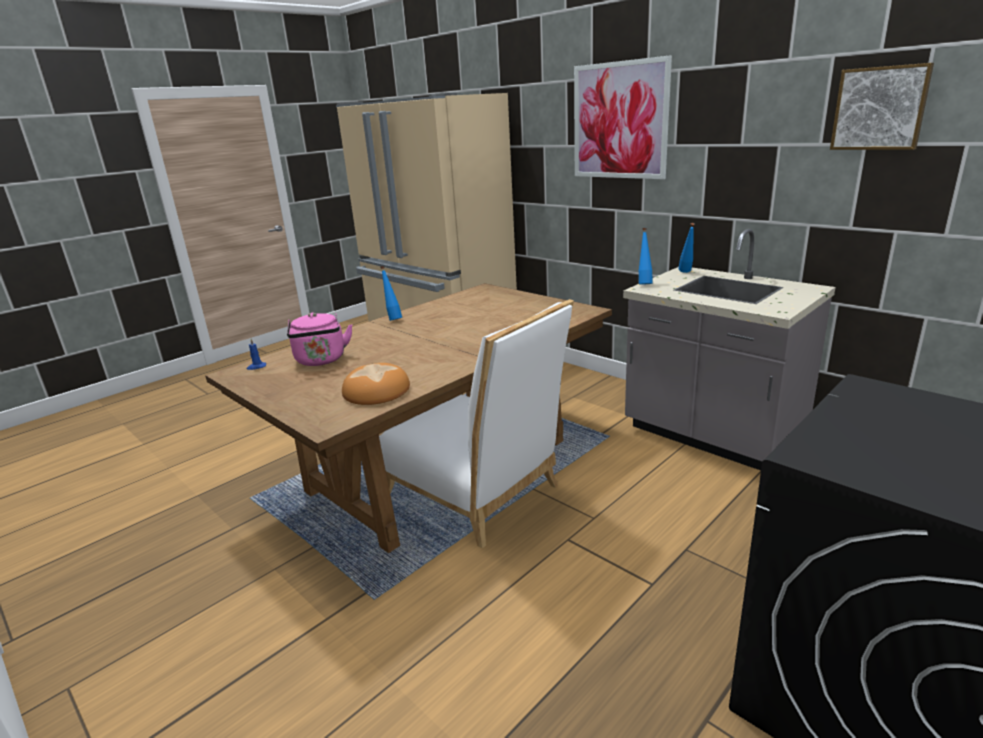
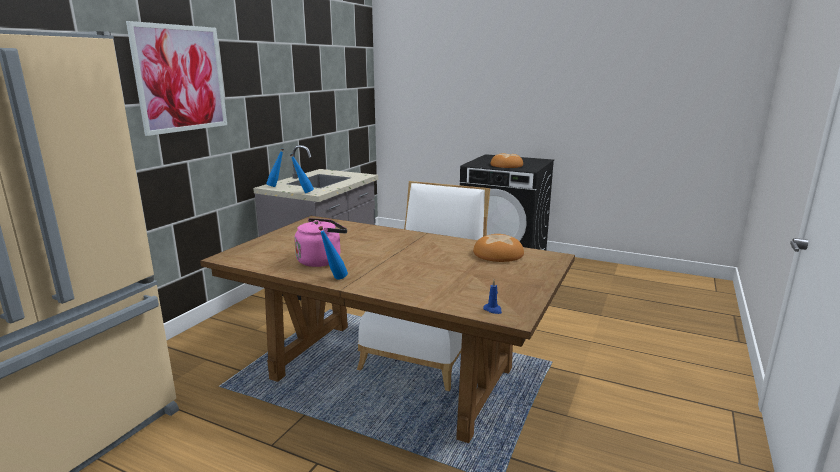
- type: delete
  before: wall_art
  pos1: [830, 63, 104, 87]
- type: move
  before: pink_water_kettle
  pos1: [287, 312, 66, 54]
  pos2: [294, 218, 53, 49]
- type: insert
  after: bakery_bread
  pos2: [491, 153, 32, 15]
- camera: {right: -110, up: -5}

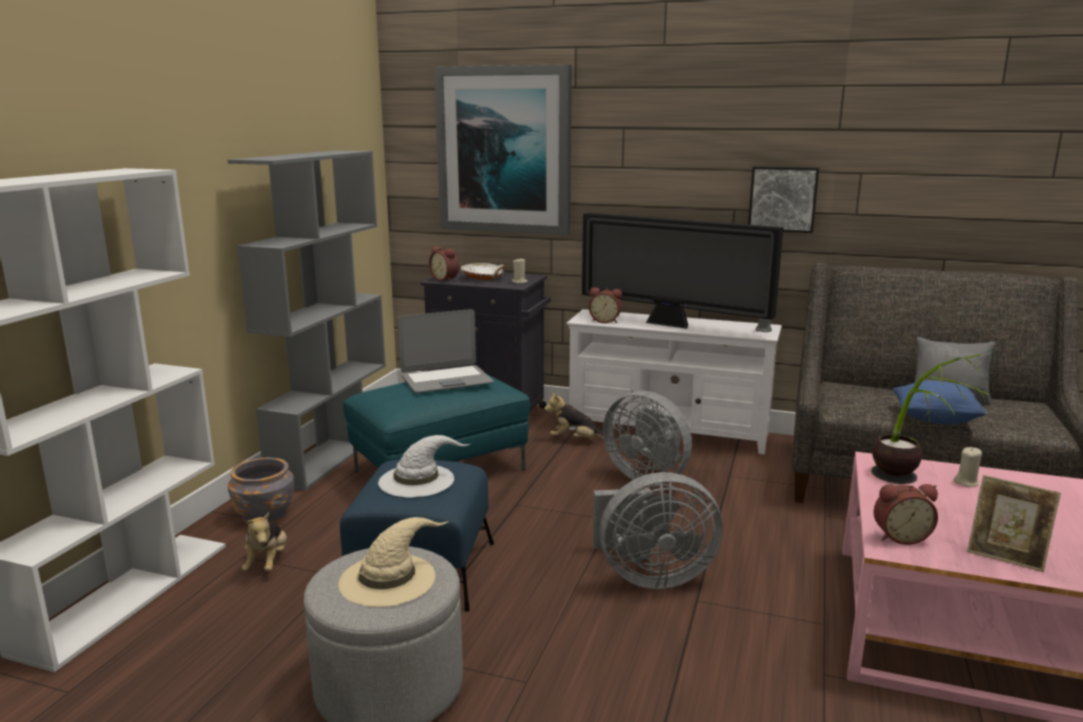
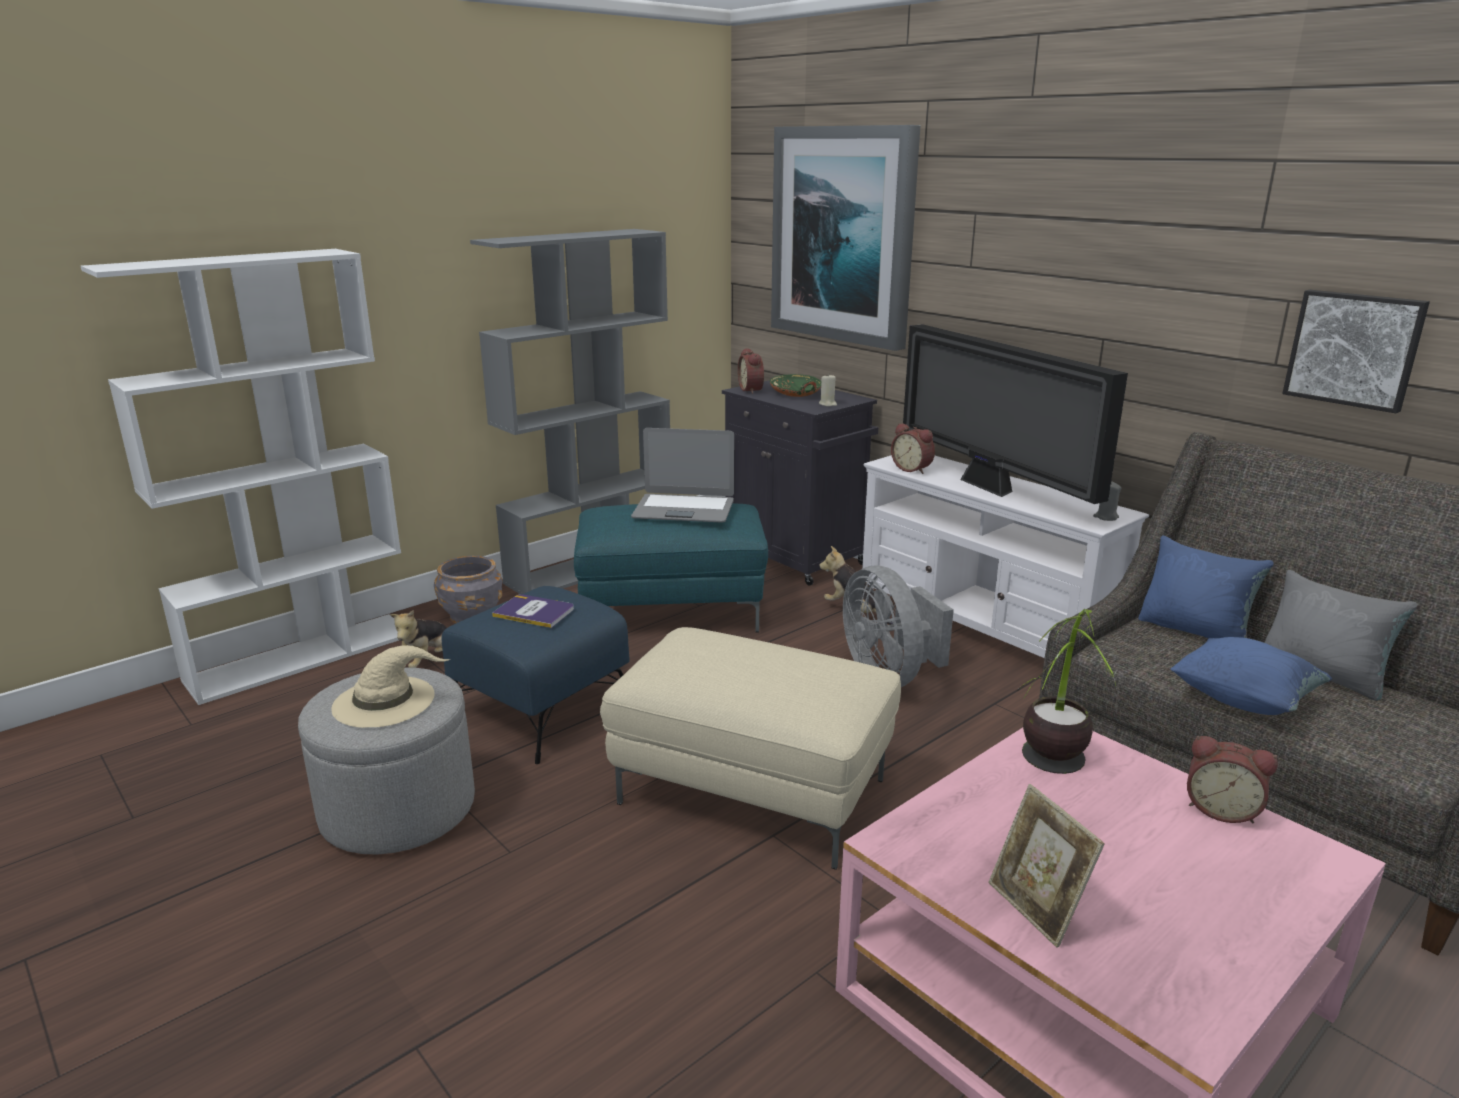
- type: move
  before: wall_art
  pos1: [748, 166, 71, 67]
  pos2: [1282, 290, 148, 123]
- type: recolor
  before: white-coloured_bowl
  after: green_bowl
  pos1: [461, 263, 44, 17]
  pos2: [770, 374, 51, 23]
- type: replace
  before: white-coloured_wearable_hat
  after: volume
  pos1: [378, 435, 92, 62]
  pos2: [492, 594, 82, 34]
- type: delete
  before: beige_wax_candle
  pos1: [954, 447, 28, 40]
- type: replace
  before: grey_fan
  after: beige_footrest
  pos1: [593, 472, 130, 117]
  pos2: [600, 627, 301, 243]
- type: move
  before: table_clock
  pos1: [873, 484, 65, 61]
  pos2: [1187, 736, 91, 88]
- type: insert
  after: blue_pillow
  pos2: [1138, 536, 136, 102]
- camera: {right: 30, up: 5}

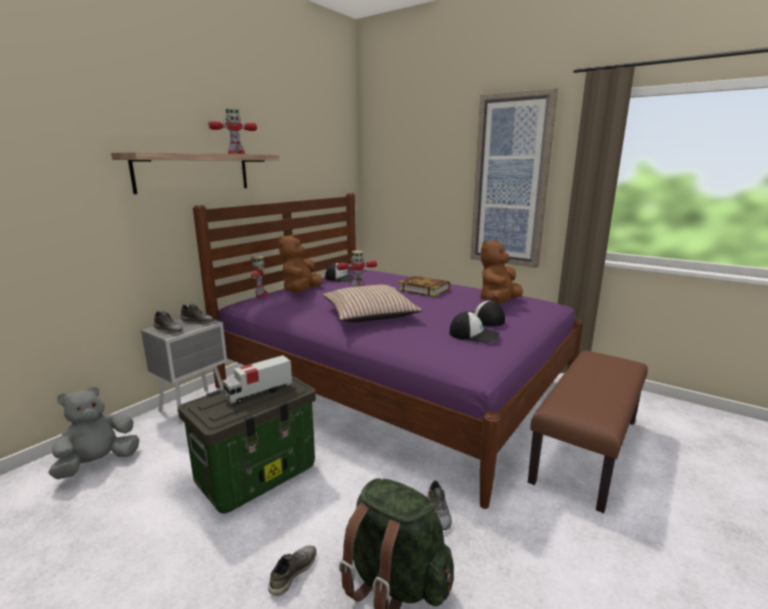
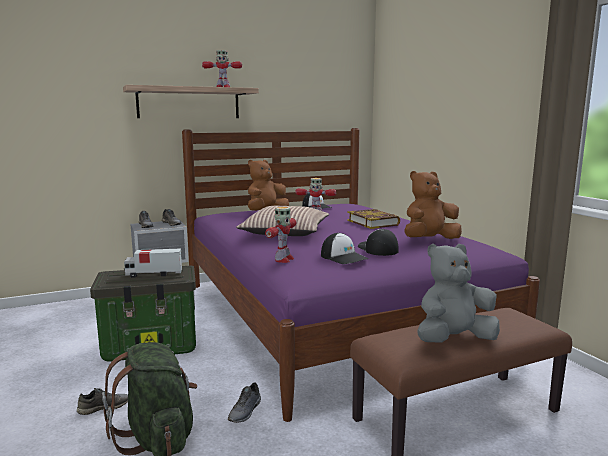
- type: delete
  before: wall_art
  pos1: [470, 88, 88, 180]
- type: move
  before: model_robot
  pos1: [251, 256, 17, 40]
  pos2: [265, 207, 31, 56]
- type: move
  before: grey_soft_toy
  pos1: [48, 386, 91, 93]
  pos2: [417, 243, 83, 100]
- camera: {right: 30, up: -5}

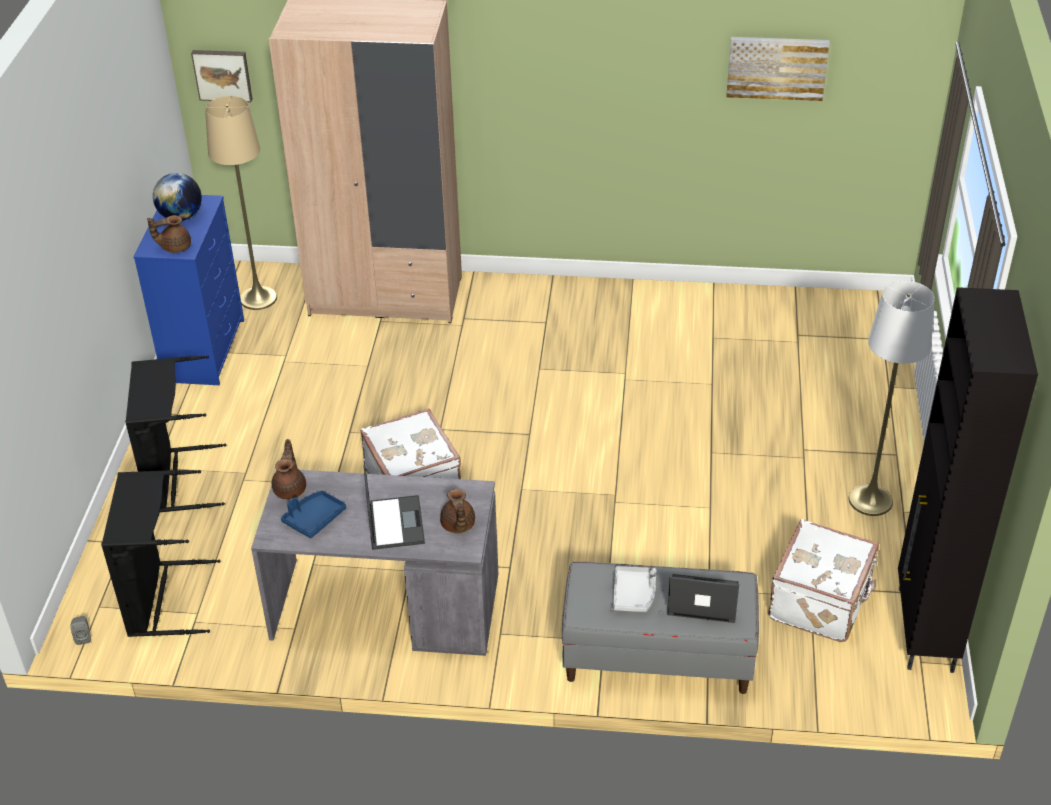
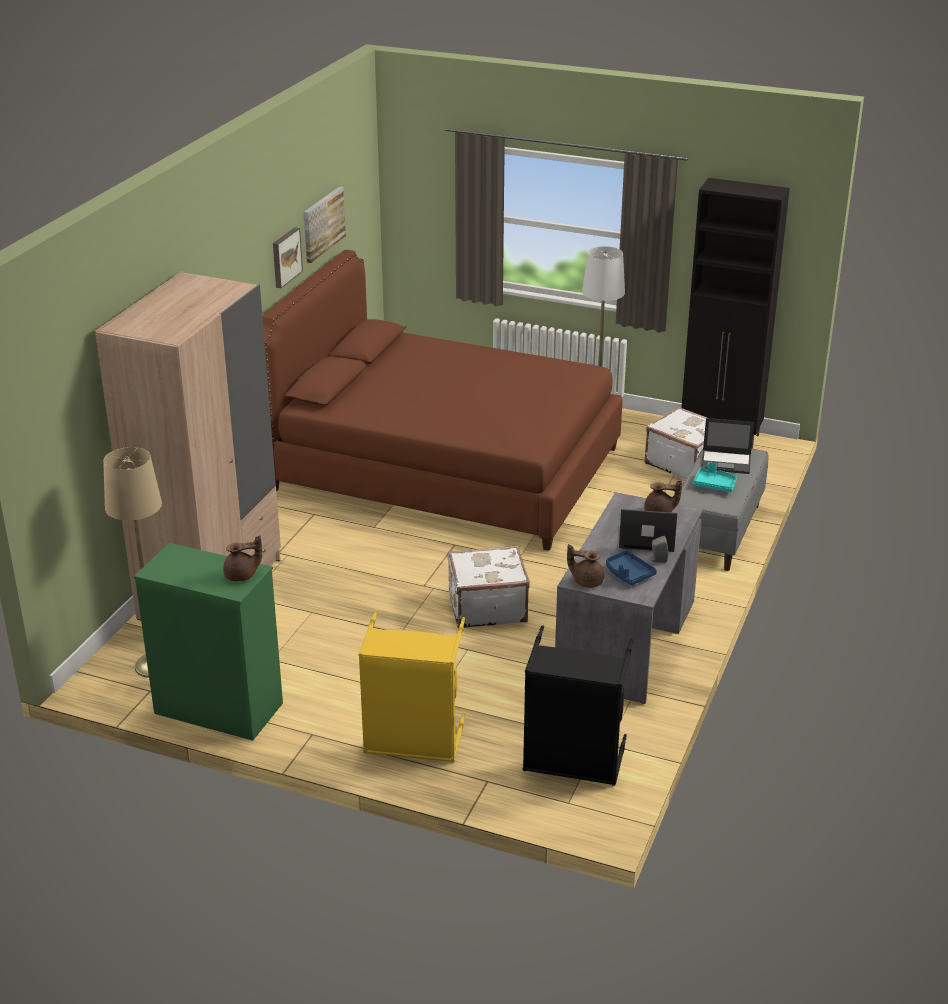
- type: move
  before: wall_art
  pos1: [191, 50, 61, 52]
  pos2: [273, 227, 30, 61]
- type: delete
  before: desk_globe
  pos1: [153, 173, 49, 48]
- type: recolor
  before: blue_dresser
  after: green_dresser
  pos1: [134, 195, 110, 190]
  pos2: [134, 543, 149, 198]
- type: rotate
  before: brown-coloured_tea_pot
  pos1: [147, 215, 44, 38]
  pos2: [223, 535, 39, 46]
  turn: -105
- type: recolor
  before: black-coloured_laundry_basket
  after: yellowish_laundry_basket
  pos1: [125, 355, 101, 157]
  pos2: [358, 609, 108, 154]
- type: recolor
  before: grey_carrying_tray
  after: turquoise-coloured_carrying_tray
  pos1: [613, 566, 43, 46]
  pos2: [693, 462, 44, 30]
- type: rotate
  before: notebook_computer
  pos1: [667, 574, 72, 49]
  pos2: [701, 418, 53, 56]
  turn: -105
- type: move
  before: grey_speaker
  pos1: [70, 616, 21, 29]
  pos2: [651, 536, 17, 26]
- type: insert
  after: brown-coloured_sleeping_bed
  pos2: [262, 250, 361, 301]
- camera: {right: -75, up: -10}

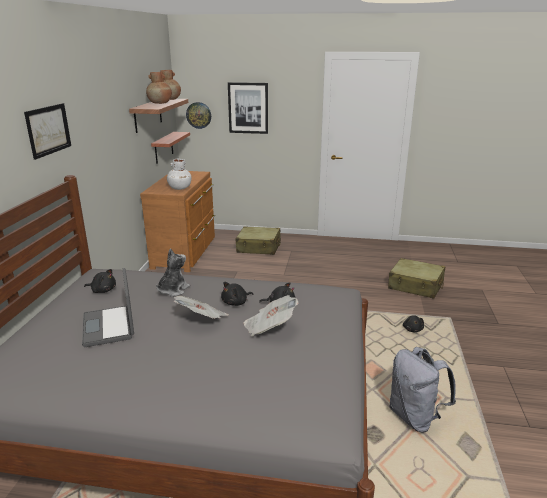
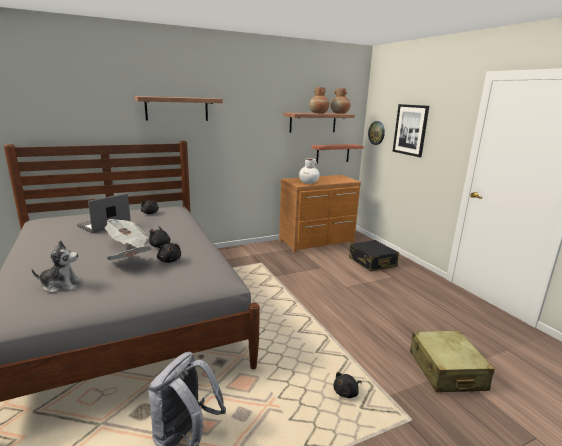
- type: replace
  before: wall_art
  after: bracket_shelf
  pos1: [24, 103, 47, 57]
  pos2: [135, 96, 88, 25]
- type: recolor
  before: beige_travel_case
  after: black-coloured_travel_case
  pos1: [235, 226, 46, 29]
  pos2: [349, 240, 50, 32]
- type: move
  before: soft_toy
  pos1: [156, 249, 34, 48]
  pos2: [31, 241, 52, 52]
- camera: {right: 55, up: -5}

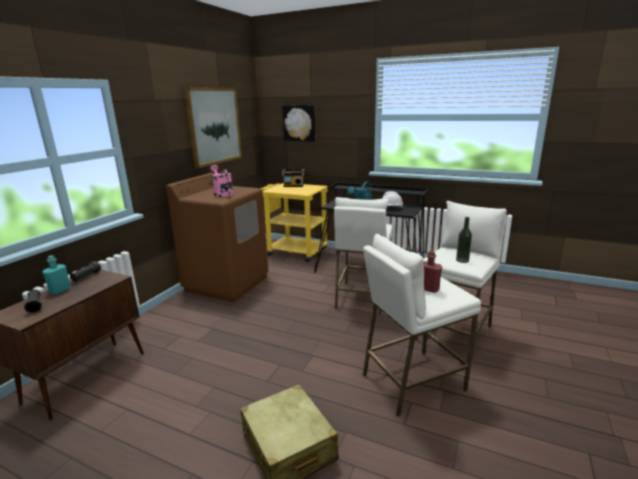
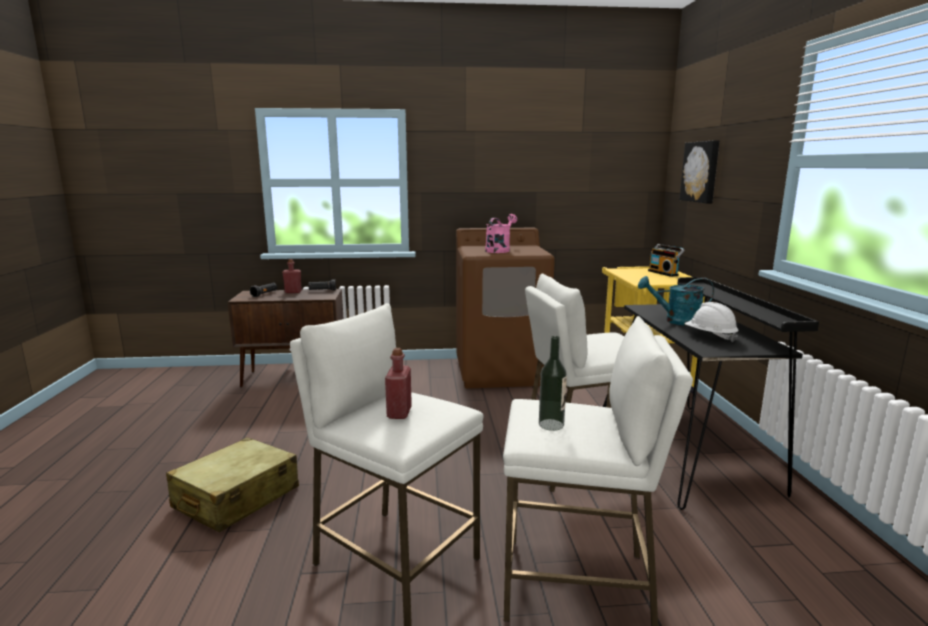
- type: delete
  before: wall_art
  pos1: [184, 87, 58, 81]
- type: recolor
  before: turquoise-coloured_bottle
  after: reddish_bottle
  pos1: [42, 255, 29, 40]
  pos2: [282, 259, 20, 34]
- camera: {right: 60, up: -5}

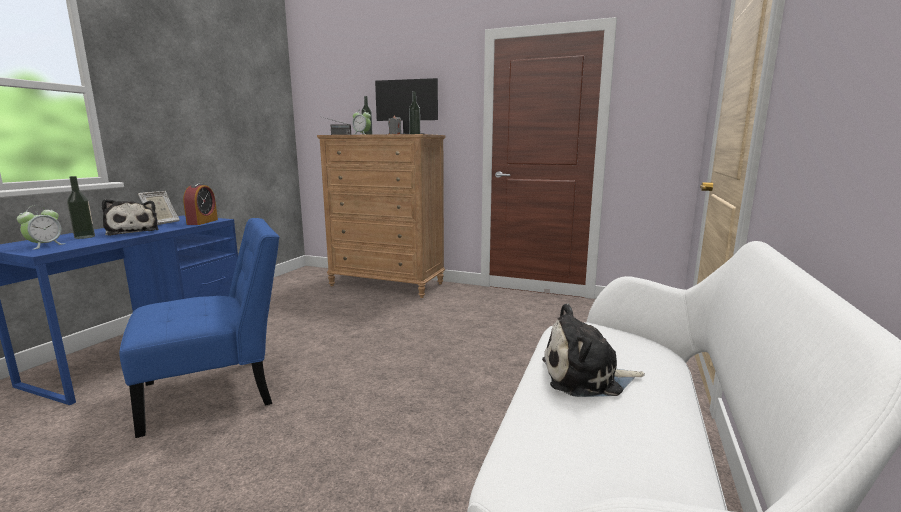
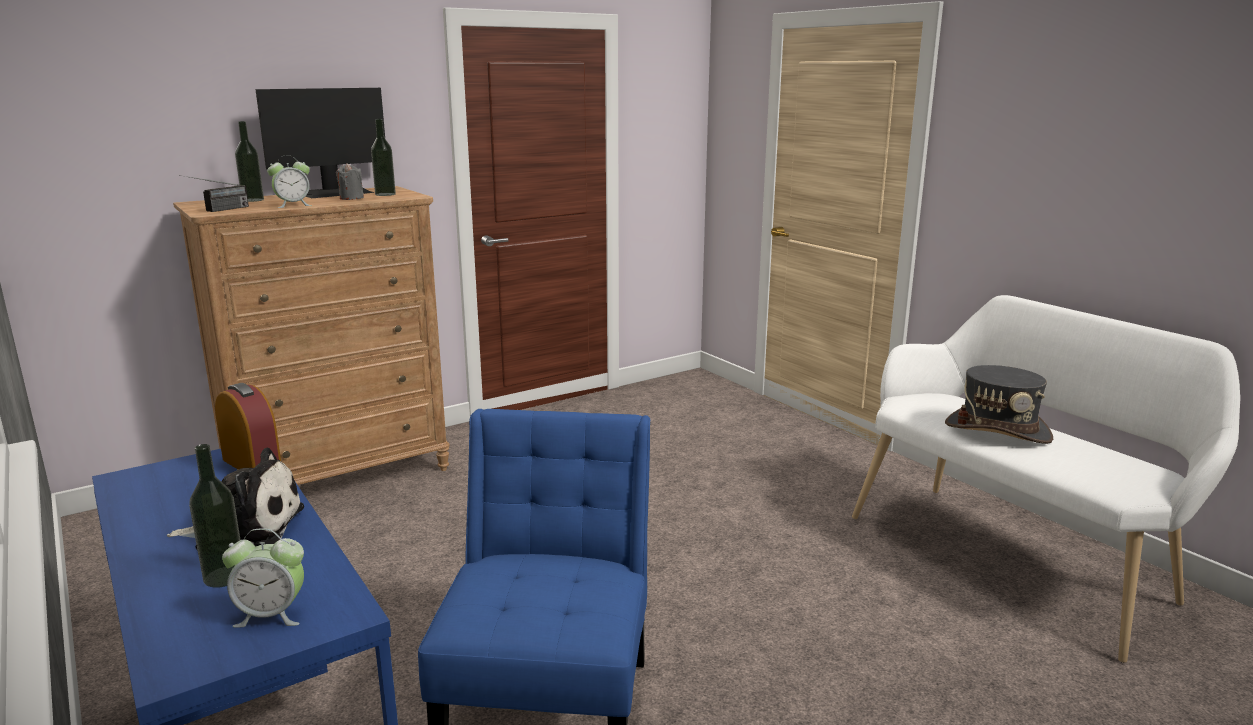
- type: delete
  before: standing_frame
  pos1: [138, 191, 42, 34]
- type: rotate
  before: table_clock
  pos1: [17, 205, 46, 44]
  pos2: [222, 528, 82, 100]
  turn: 120
- type: replace
  before: soft_toy
  after: grey_wearable_hat
  pos1: [542, 304, 103, 93]
  pos2: [945, 365, 108, 79]
- camera: {right: -55, up: 5}

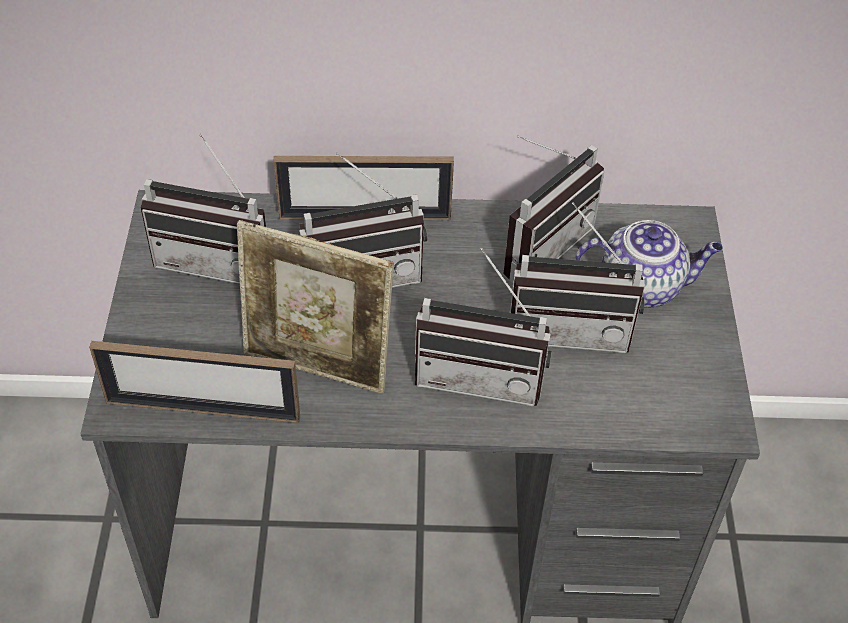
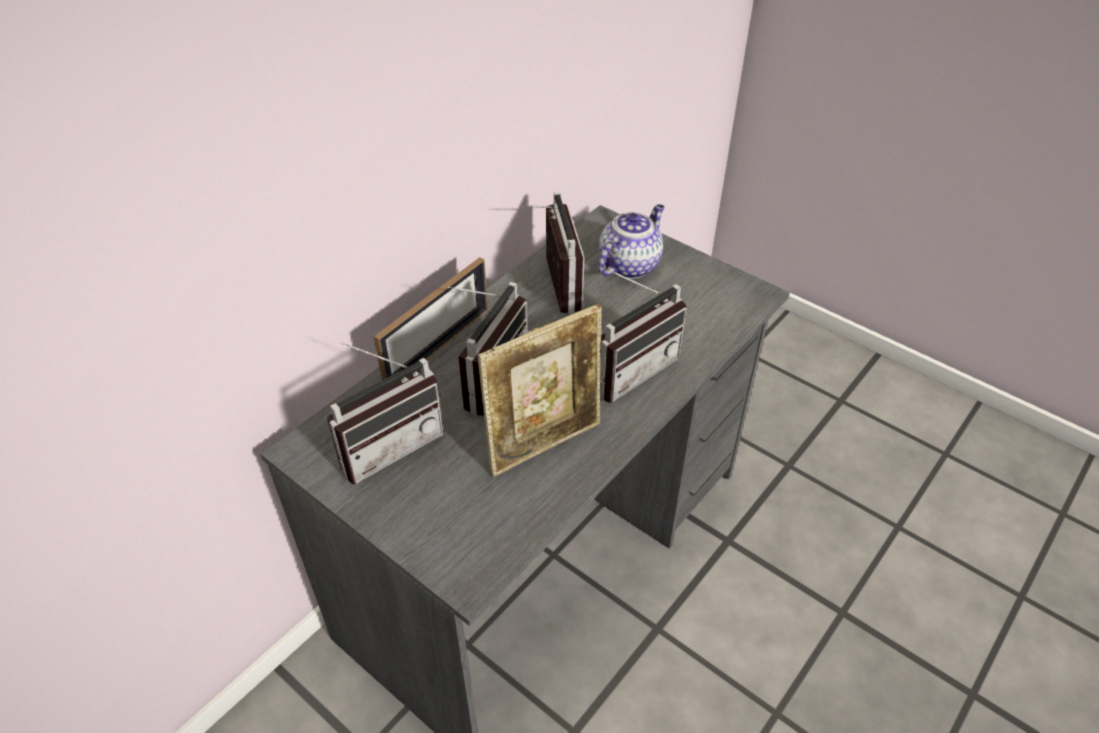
- type: delete
  before: radio_receiver
  pos1: [510, 202, 135, 151]
- type: delete
  before: standing_frame
  pos1: [89, 341, 211, 82]
- camera: {right: -50, up: -5}

